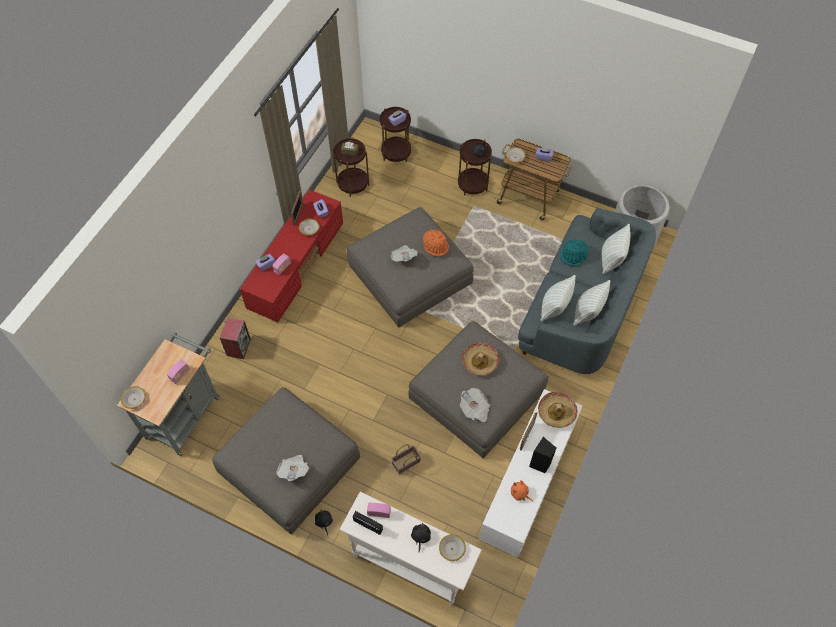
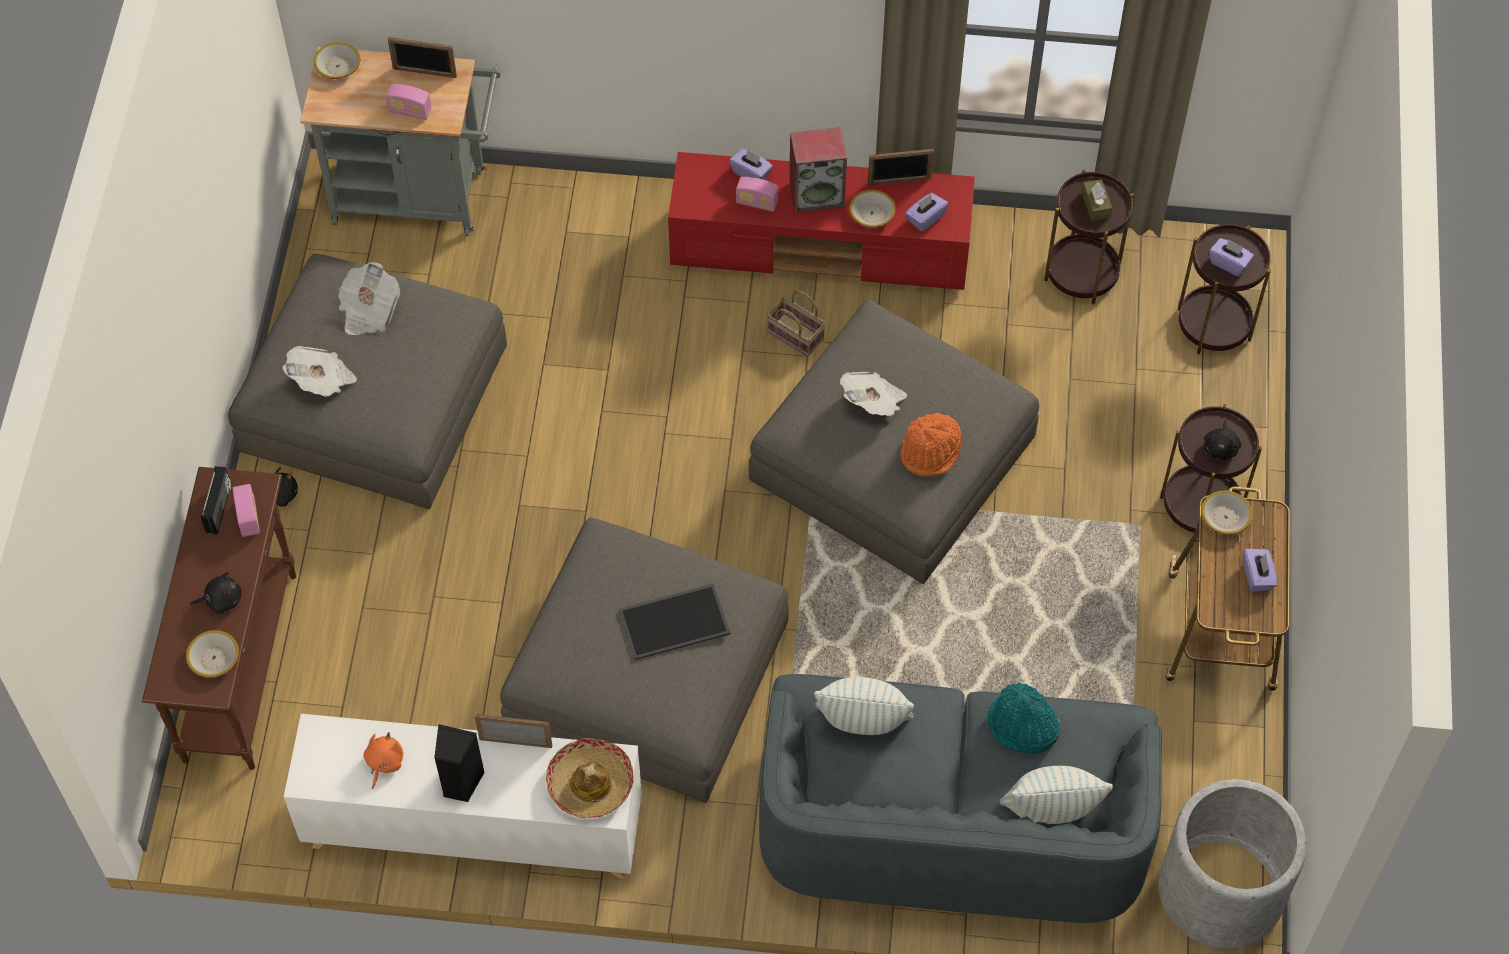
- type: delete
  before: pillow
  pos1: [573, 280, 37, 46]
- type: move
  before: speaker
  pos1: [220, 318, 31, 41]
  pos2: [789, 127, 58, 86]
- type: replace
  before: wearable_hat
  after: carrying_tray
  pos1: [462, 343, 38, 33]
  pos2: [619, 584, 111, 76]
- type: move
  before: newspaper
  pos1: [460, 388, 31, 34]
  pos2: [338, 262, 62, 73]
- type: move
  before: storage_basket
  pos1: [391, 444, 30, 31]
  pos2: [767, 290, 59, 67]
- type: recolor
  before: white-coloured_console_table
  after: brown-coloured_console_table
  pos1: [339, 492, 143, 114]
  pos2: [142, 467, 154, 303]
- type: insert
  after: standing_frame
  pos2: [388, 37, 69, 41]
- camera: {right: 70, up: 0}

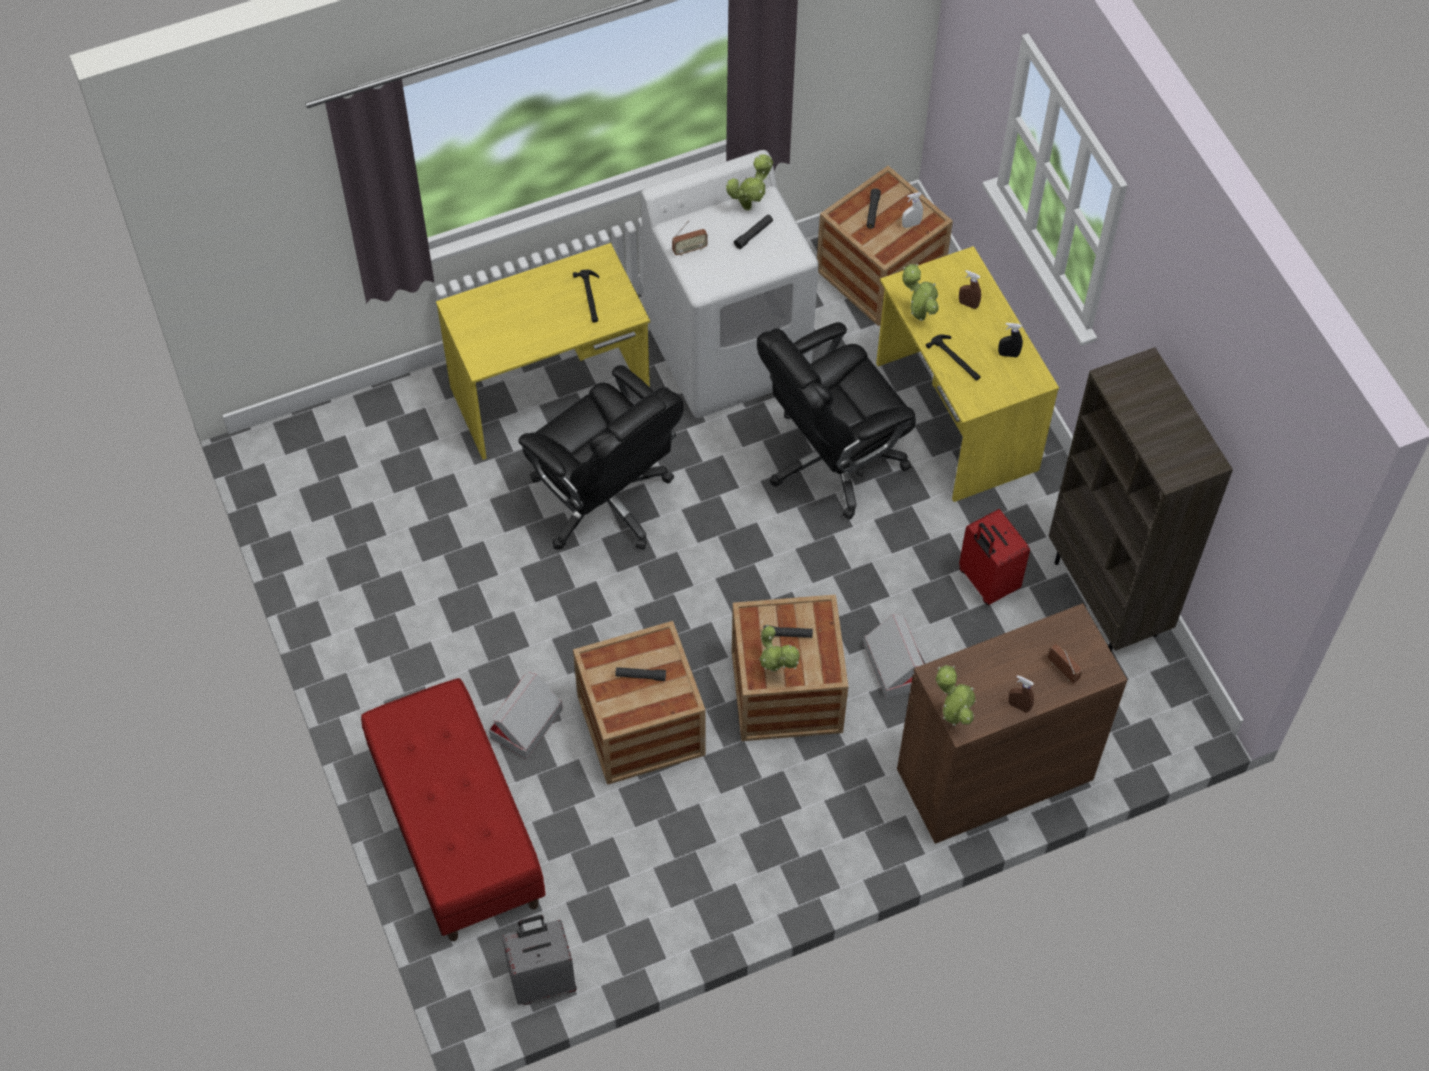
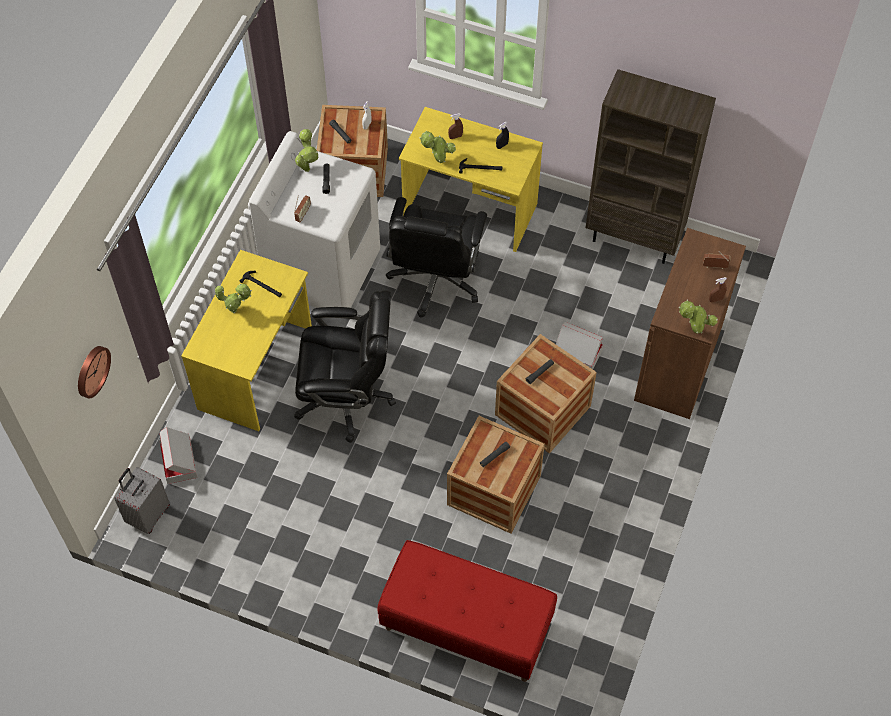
- type: delete
  before: reddish_travel_case
  pos1: [959, 509, 71, 96]
- type: move
  before: plant_in_a_pot
  pos1: [759, 625, 41, 46]
  pos2: [215, 284, 37, 29]
- type: move
  before: packing_box
  pos1: [489, 672, 74, 87]
  pos2: [159, 427, 38, 57]
- type: move
  before: grey_travel_case
  pos1: [502, 915, 75, 90]
  pos2: [115, 467, 55, 67]
- type: insert
  after: hanging_clock
  pos2: [78, 346, 33, 53]
- camera: {right: -45, up: 0}

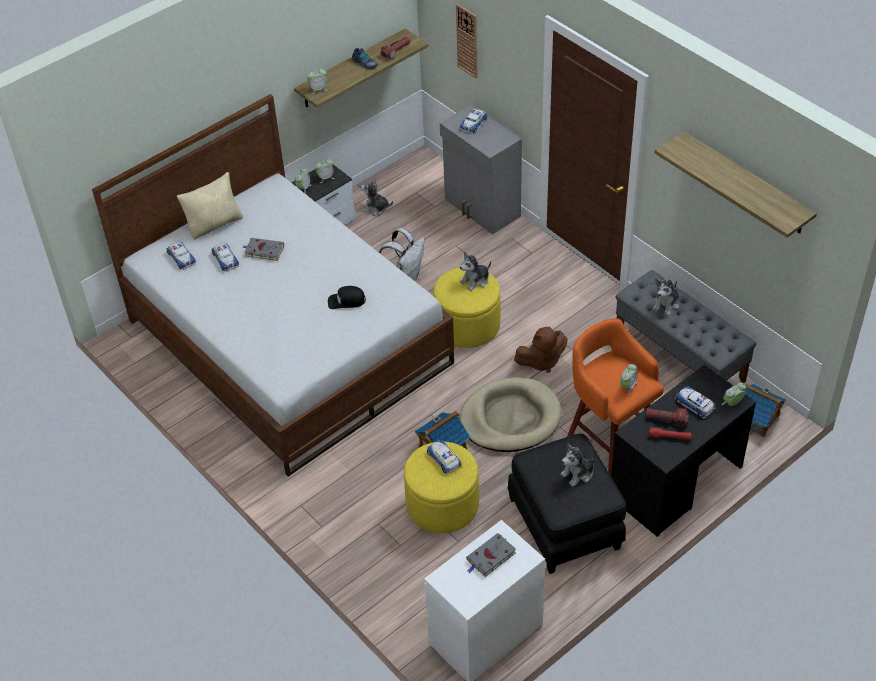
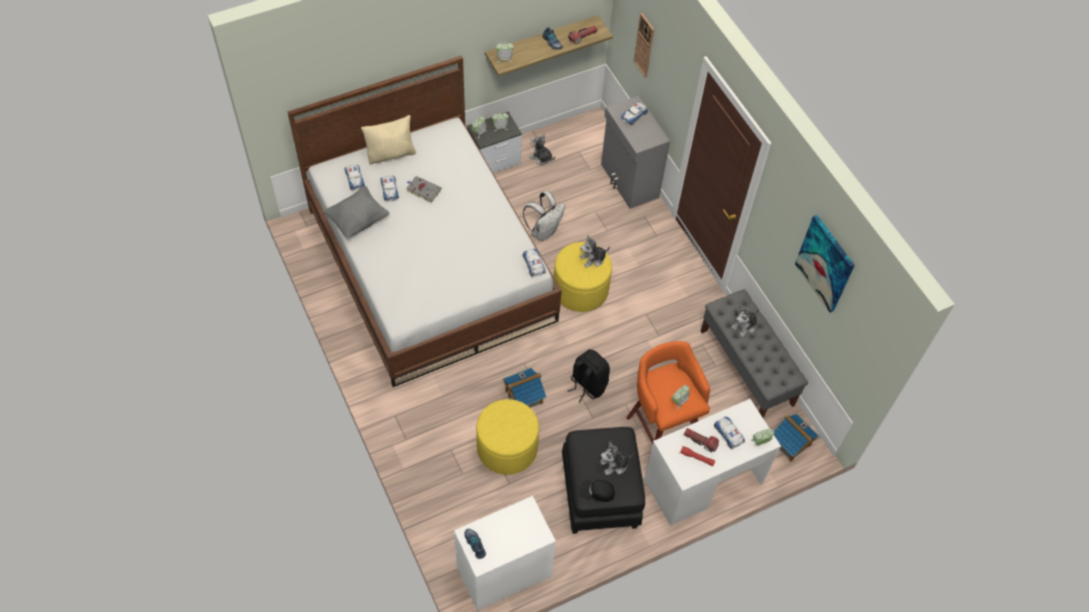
- type: replace
  before: bracket_shelf
  after: wall_art
  pos1: [655, 131, 162, 107]
  pos2: [795, 215, 60, 98]
- type: move
  before: black-coloured_baseball_cap
  pos1: [328, 286, 38, 23]
  pos2: [579, 480, 36, 22]
- type: delete
  before: brown-coloured_soft_toy
  pos1: [514, 327, 54, 46]
- type: recolor
  before: black-coloured_desk_unit
  after: white-coloured_desk_unit
  pos1: [611, 365, 145, 172]
  pos2: [644, 399, 137, 127]
- type: replace
  before: beige_dog_cushion
  after: black-coloured_knapsack
  pos1: [460, 377, 101, 75]
  pos2: [567, 349, 43, 54]
- type: move
  before: miniature_car
  pos1: [427, 440, 35, 35]
  pos2: [523, 248, 23, 29]
- type: delete
  before: grey_volume
  pos1: [466, 533, 50, 44]
- type: insert
  after: grey_pillow
  pos2: [323, 186, 66, 52]
- type: insert
  after: shoe
  pos2: [464, 529, 22, 30]
- camera: {right: 10, up: 10}

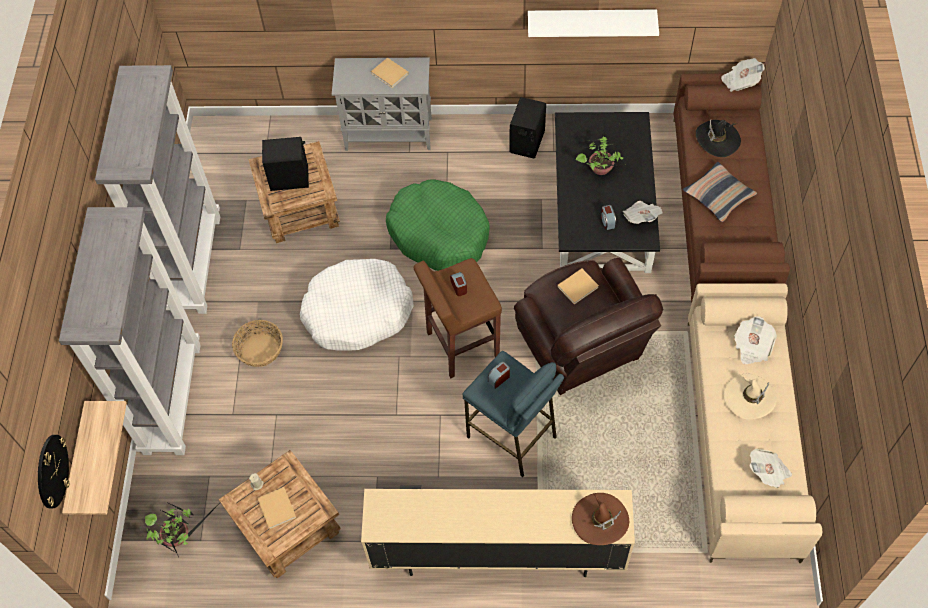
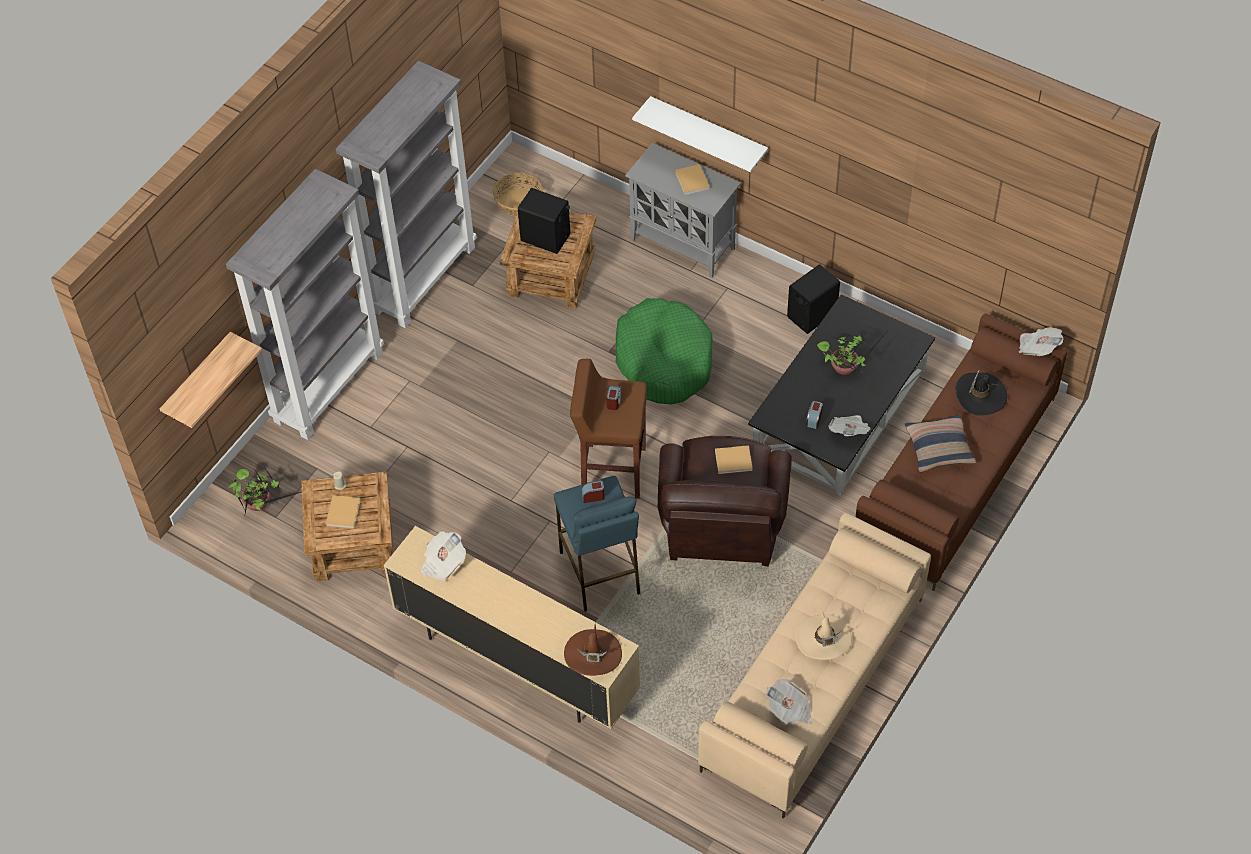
- type: move
  before: white-coloured_bracket_shelf
  pos1: [528, 9, 131, 28]
  pos2: [632, 96, 136, 76]
- type: delete
  before: white-coloured_dog_cushion
  pos1: [300, 259, 114, 92]
- type: move
  before: newspaper
  pos1: [734, 316, 43, 48]
  pos2: [420, 531, 46, 51]
- type: move
  before: storage_basket
  pos1: [232, 320, 51, 47]
  pos2: [493, 172, 50, 44]
- type: delete
  before: hanging_clock
  pos1: [38, 435, 31, 73]
- camera: {right: 30, up: -5}

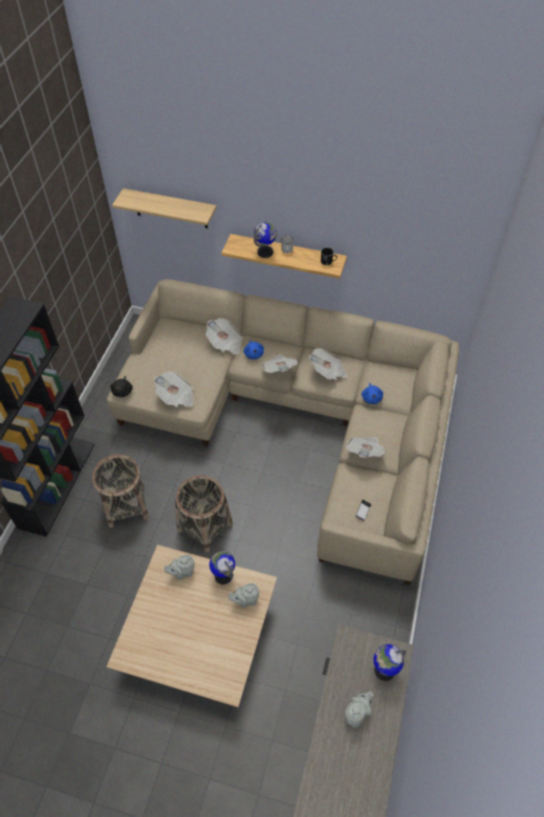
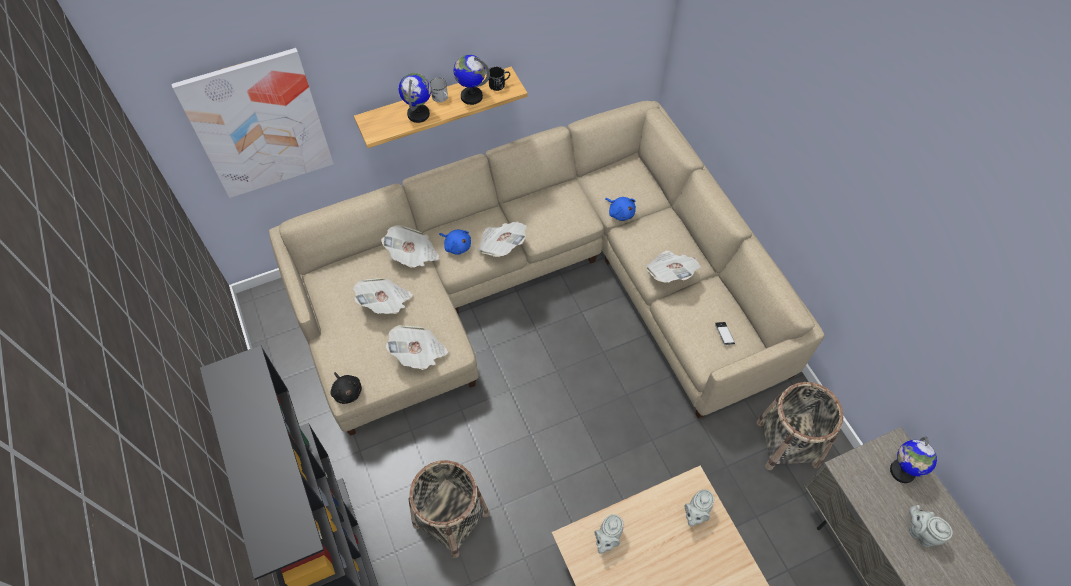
- type: replace
  before: bracket_shelf
  after: wall_art
  pos1: [112, 188, 105, 40]
  pos2: [171, 48, 163, 150]
- type: move
  before: newspaper
  pos1: [309, 348, 39, 32]
  pos2: [353, 278, 60, 36]
- type: move
  before: storage_basket
  pos1: [175, 475, 58, 77]
  pos2: [757, 382, 86, 88]
- type: move
  before: desk_globe
  pos1: [209, 551, 26, 33]
  pos2: [454, 55, 36, 50]
- type: rotate
  before: grey_tea_pot
  pos1: [345, 691, 28, 37]
  pos2: [909, 505, 44, 42]
  turn: -45
- camera: {right: -40, up: 5}

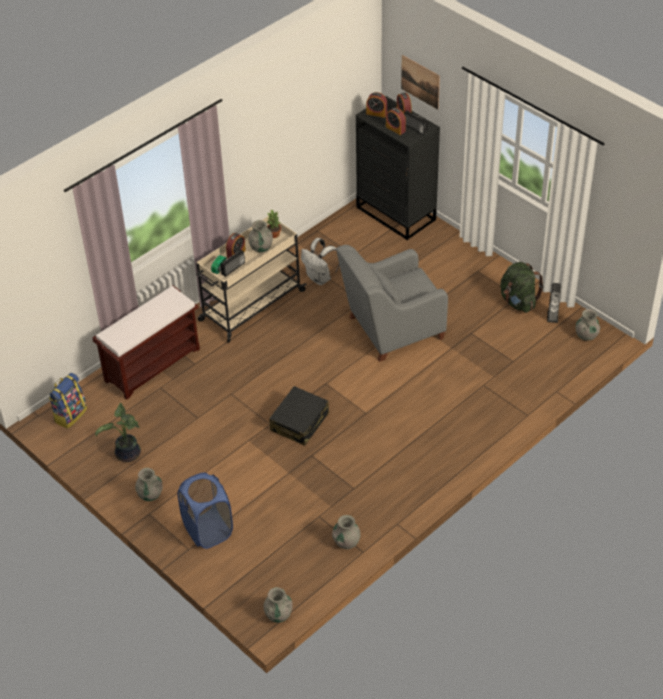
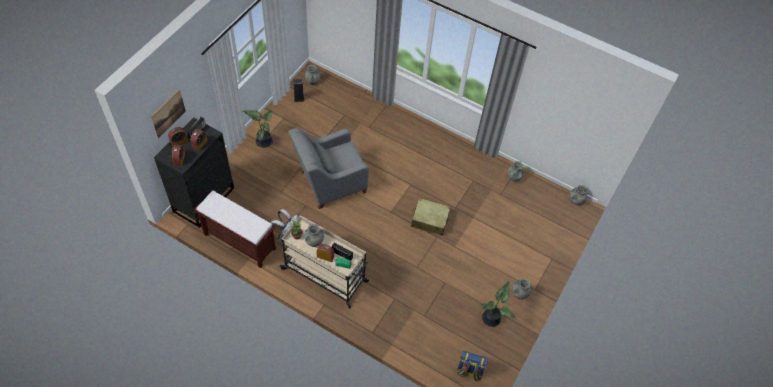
- type: rotate
  before: grey_armchair
  pos1: [336, 245, 112, 117]
  pos2: [289, 128, 80, 81]
  turn: 105
- type: delete
  before: green_knapsack
  pos1: [500, 262, 44, 51]
- type: move
  before: brown-coloured_long_seat
  pos1: [92, 286, 108, 114]
  pos2: [194, 190, 82, 78]
- type: recolor
  before: black-coloured_travel_case
  after: beige_travel_case
  pos1: [269, 386, 60, 60]
  pos2: [411, 198, 40, 38]
- type: delete
  before: blue_laundry_basket
  pos1: [178, 473, 55, 76]
- type: insert
  after: plant_in_a_pot
  pos2: [242, 110, 31, 38]
- camera: {right: -110, up: 10}

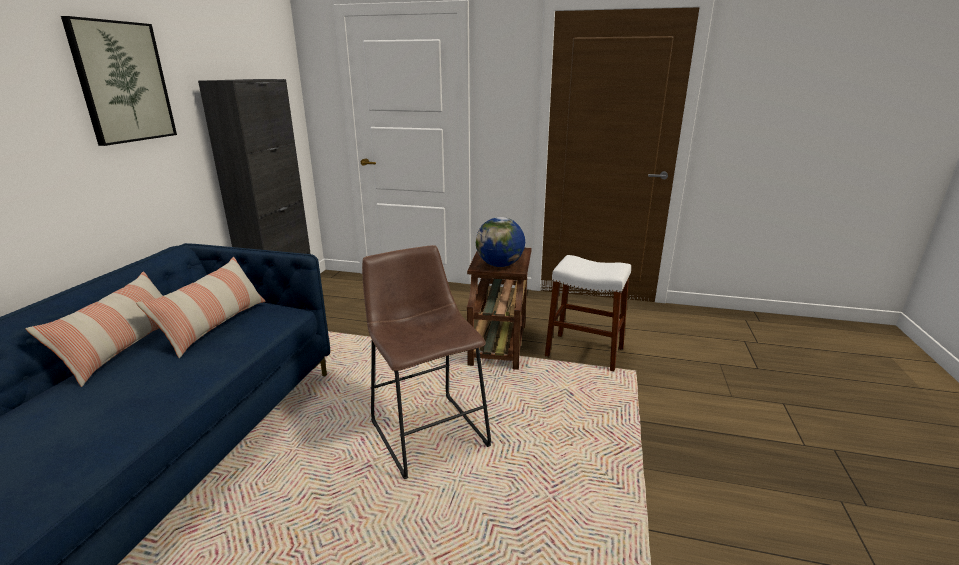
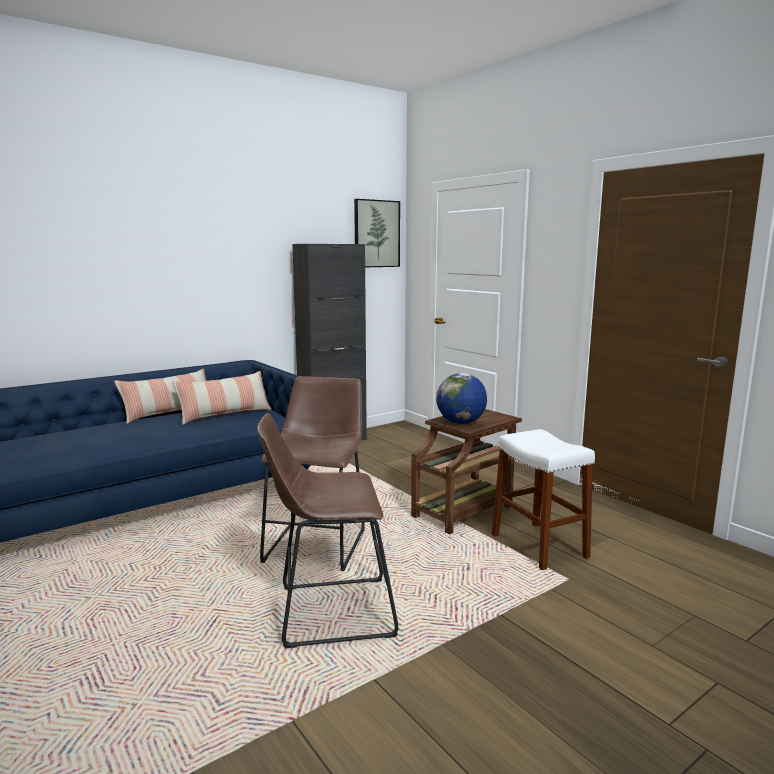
- type: move
  before: wall_art
  pos1: [61, 16, 116, 130]
  pos2: [354, 199, 46, 68]
- type: insert
  after: brown-coloured_sitting_stool
  pos2: [257, 413, 141, 235]
- camera: {right: 40, up: -10}

